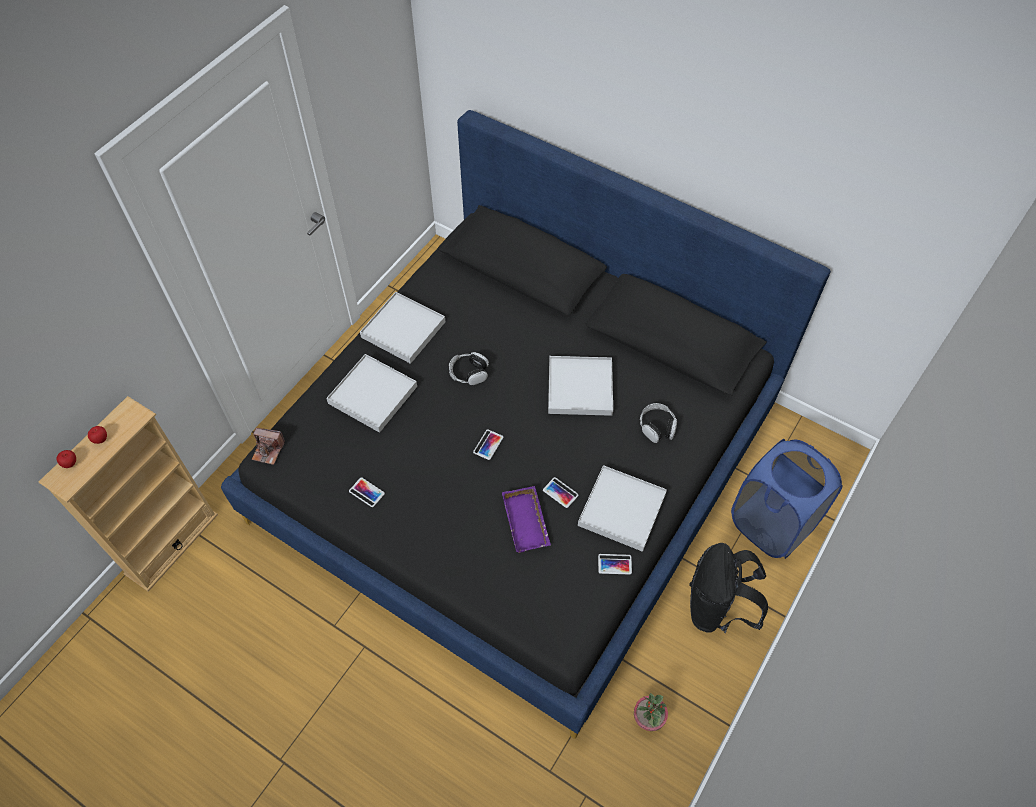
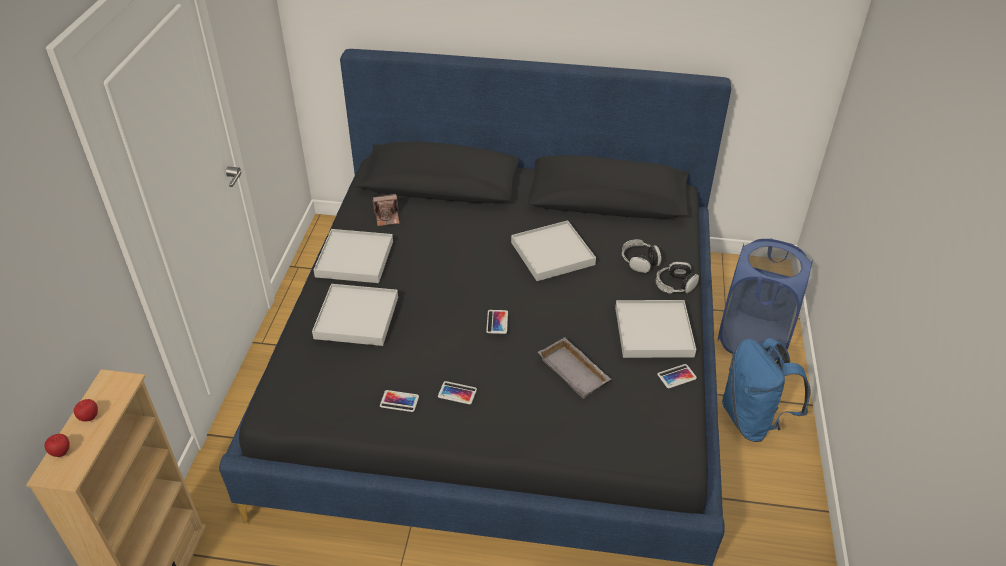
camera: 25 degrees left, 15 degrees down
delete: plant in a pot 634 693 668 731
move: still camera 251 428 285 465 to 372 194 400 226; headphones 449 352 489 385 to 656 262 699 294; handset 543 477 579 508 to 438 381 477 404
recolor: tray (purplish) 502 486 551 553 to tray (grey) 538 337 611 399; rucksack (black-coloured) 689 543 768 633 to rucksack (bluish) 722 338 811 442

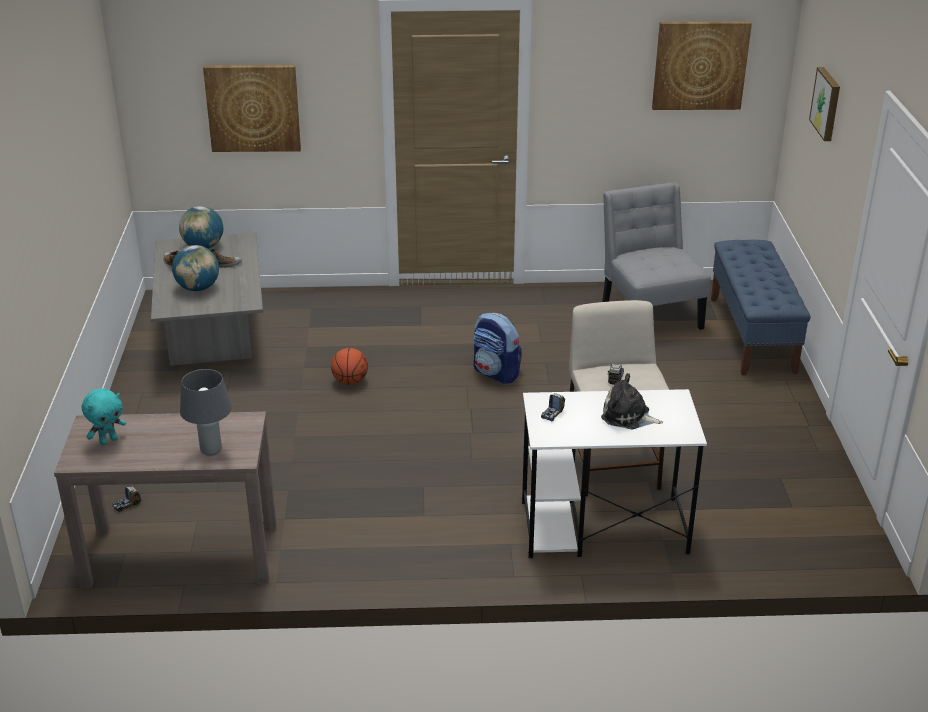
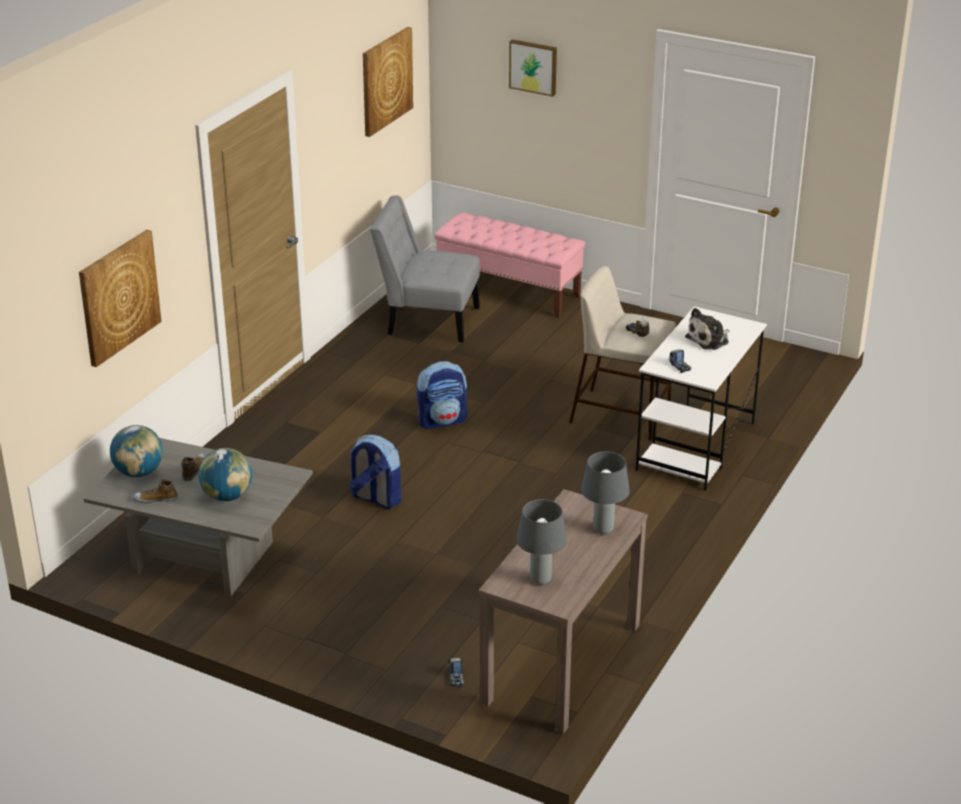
camera: 60 degrees left, 0 degrees up
replace: plush toy (blue-green) 82 388 126 445 to tabletop lamp (grey) 516 499 567 585; basketball ball 331 348 368 385 to rucksack 349 435 402 509
recolor: long seat (bluish) 711 240 811 375 to long seat (pink) 434 212 585 318

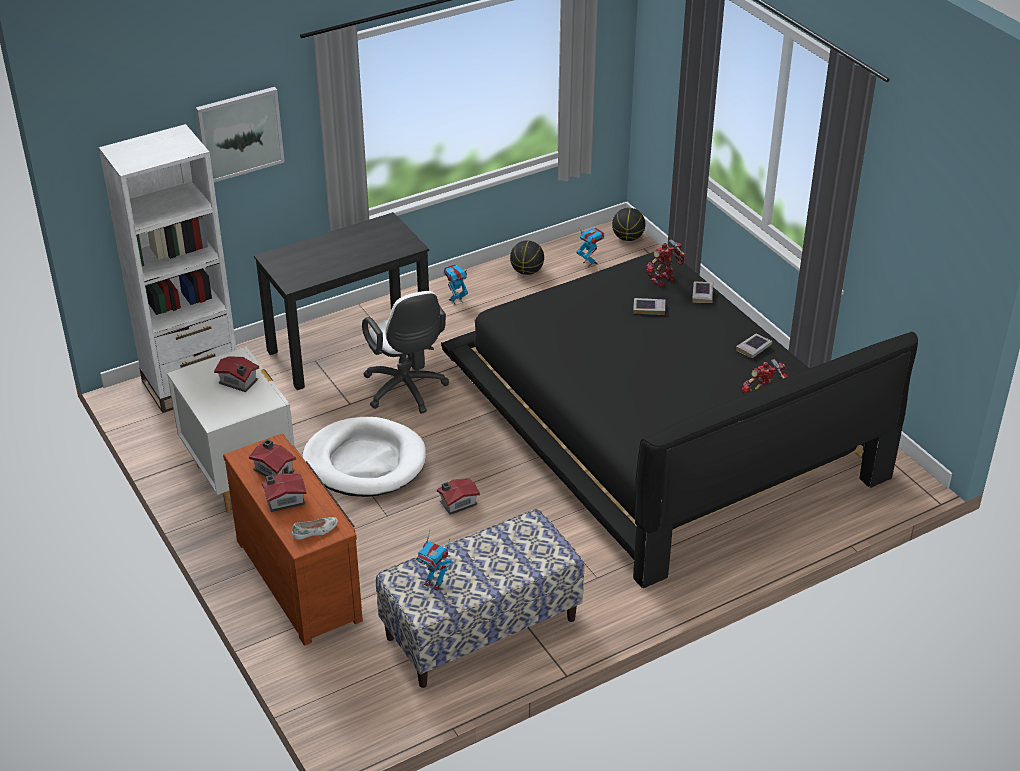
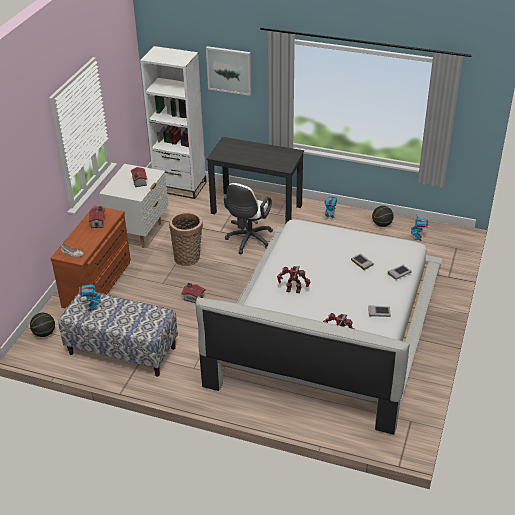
camera: 50 degrees right, 0 degrees up
delete: miniature house 262 473 307 512
move: basketball ball 612 208 645 241 to 30 313 55 337; toy robot 646 239 685 287 to 277 266 310 293
replace: pet bed (white) 302 417 426 497 to storage basket 169 212 203 266
recolor: bedroom bed (black-coloured) 441 252 918 588 to bedroom bed (white) 196 219 443 435

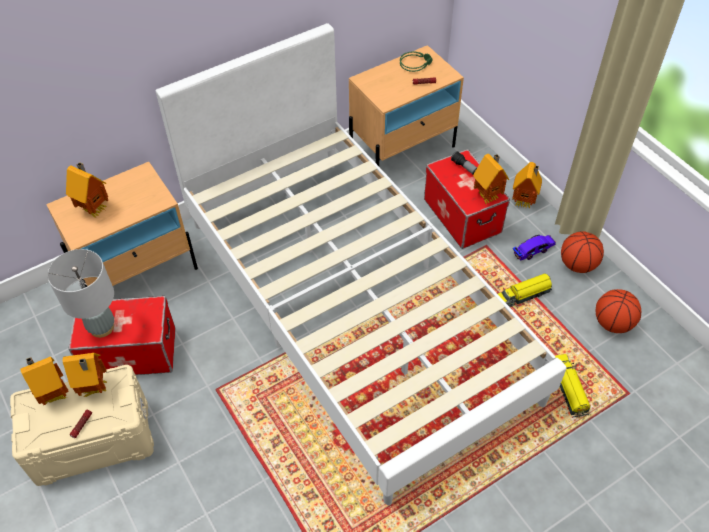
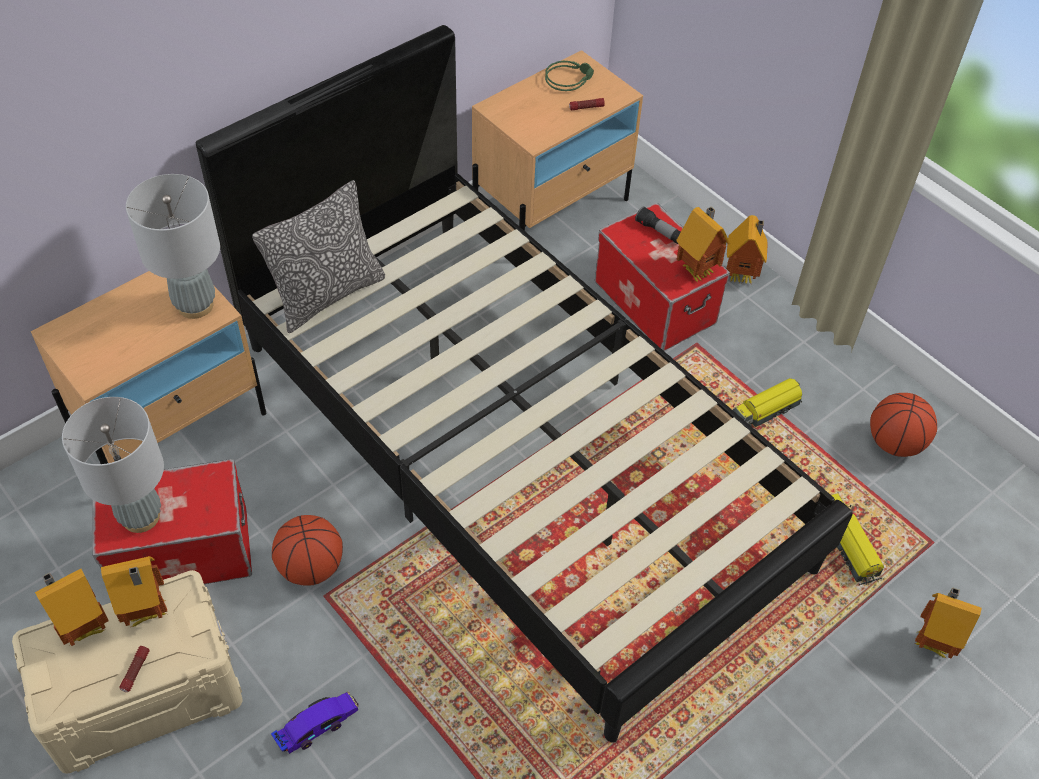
camera: 10 degrees left, 0 degrees up
insert: tabletop lamp (grey) 126 174 220 319; throw pillow 252 180 385 333
move: miniature house 66 162 109 217 to 915 587 981 658; miniature car 513 235 556 261 to 271 692 359 754; basketball ball 561 231 604 273 to 272 515 343 586
recolor: bedroom bed (white) 155 23 567 505 to bedroom bed (black-coloured) 196 25 852 743

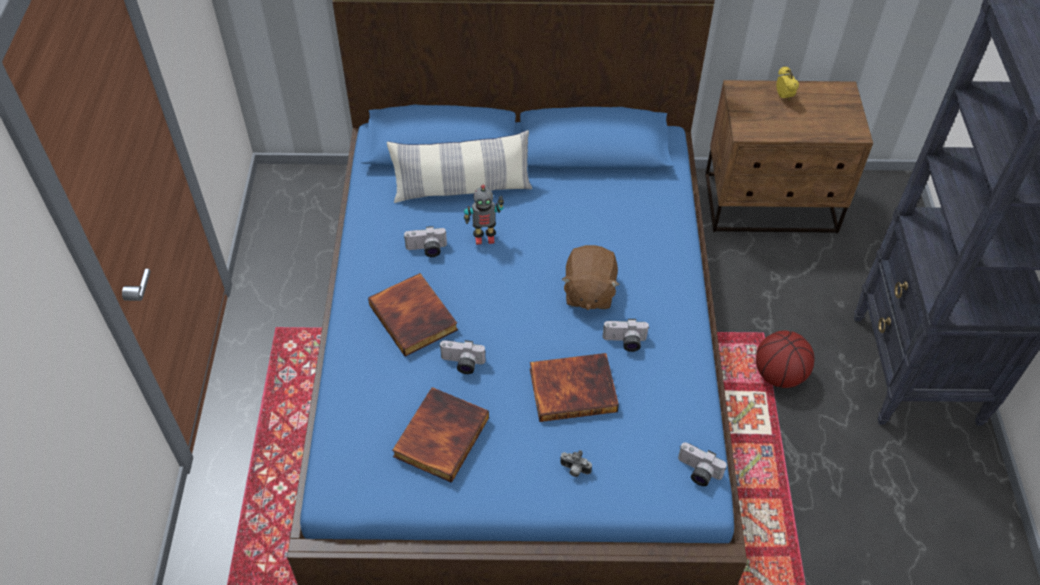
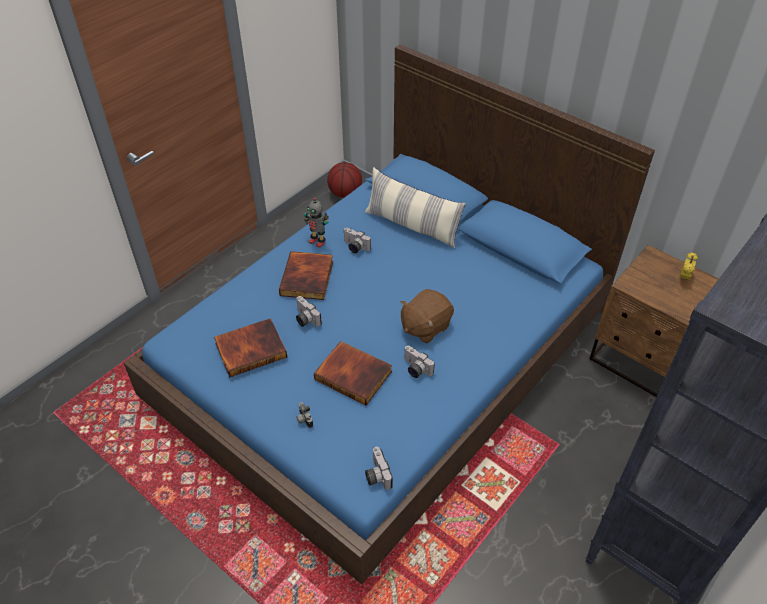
camera: 40 degrees right, 5 degrees down
move: toy robot 464 184 504 245 to 304 198 329 248; basketball ball 756 331 814 388 to 327 162 362 198

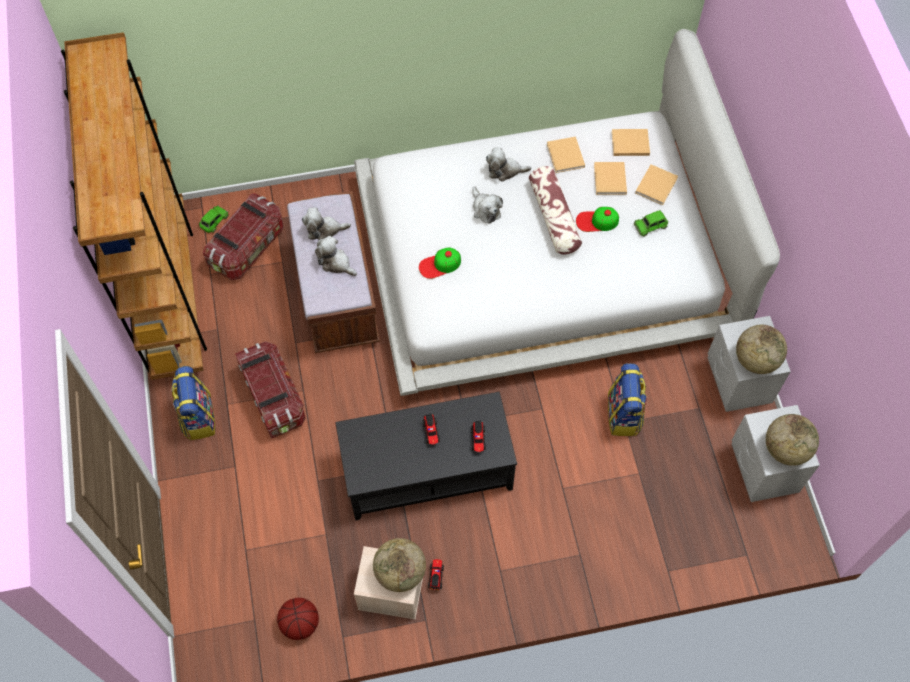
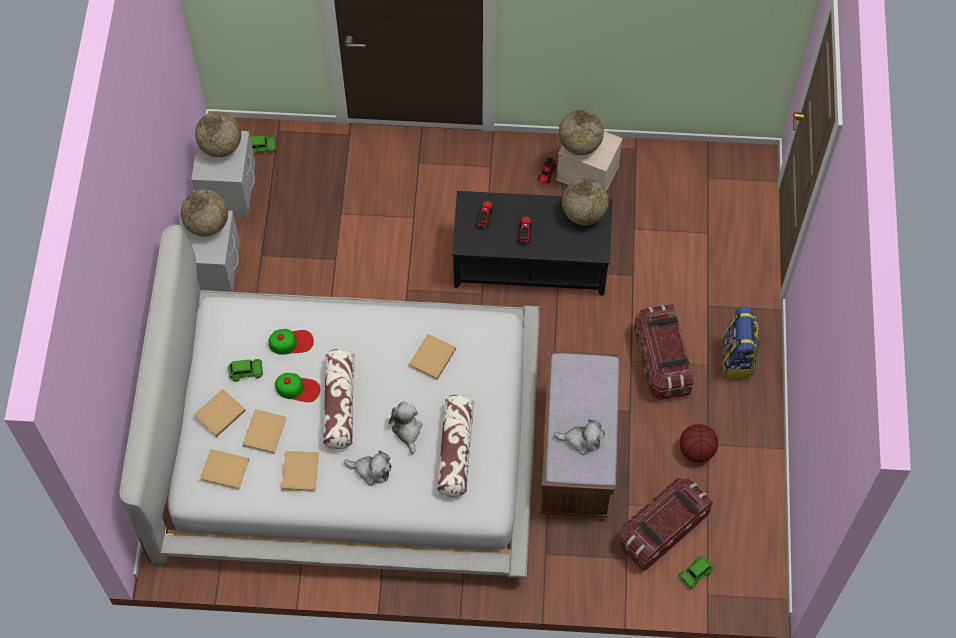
camera: 165 degrees left, 0 degrees up
delete: bookshelf (brownish) 61 32 207 380; plush toy 315 236 357 276; rucksack 608 363 647 436
insert: miniature car (greenish) 250 135 276 154; volume (sand-coloured) 409 334 456 380; throw pillow 436 395 474 497; desk globe 562 178 609 225
move: basketball ball 277 598 319 640 to 680 424 718 463; peaked cap 419 248 461 279 to 268 329 314 355

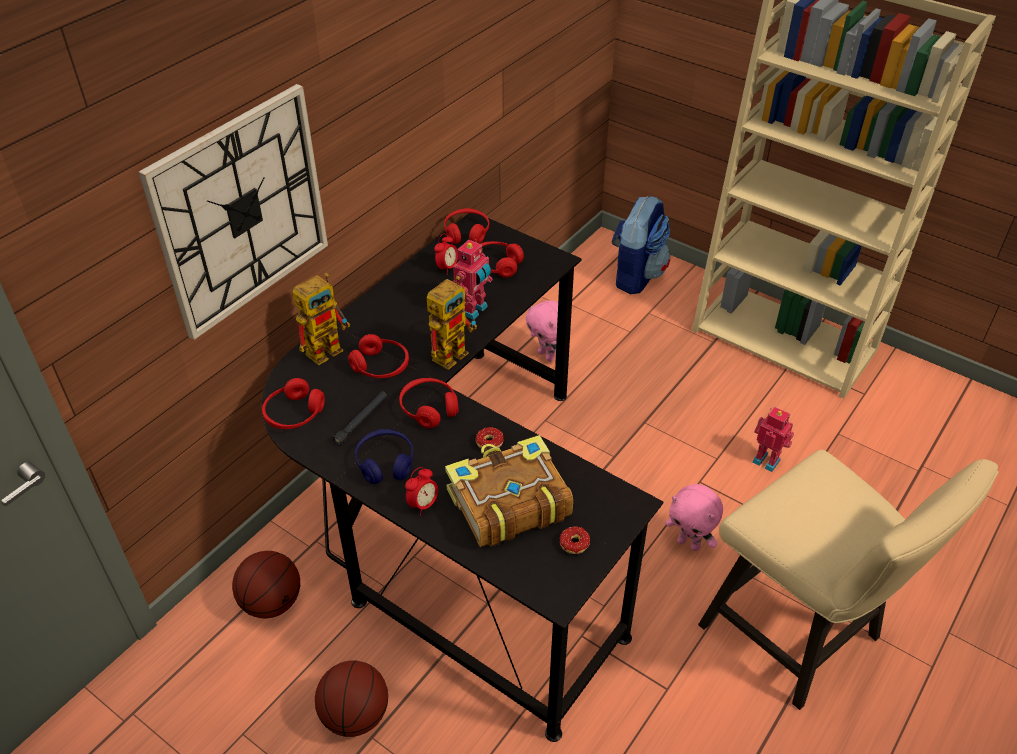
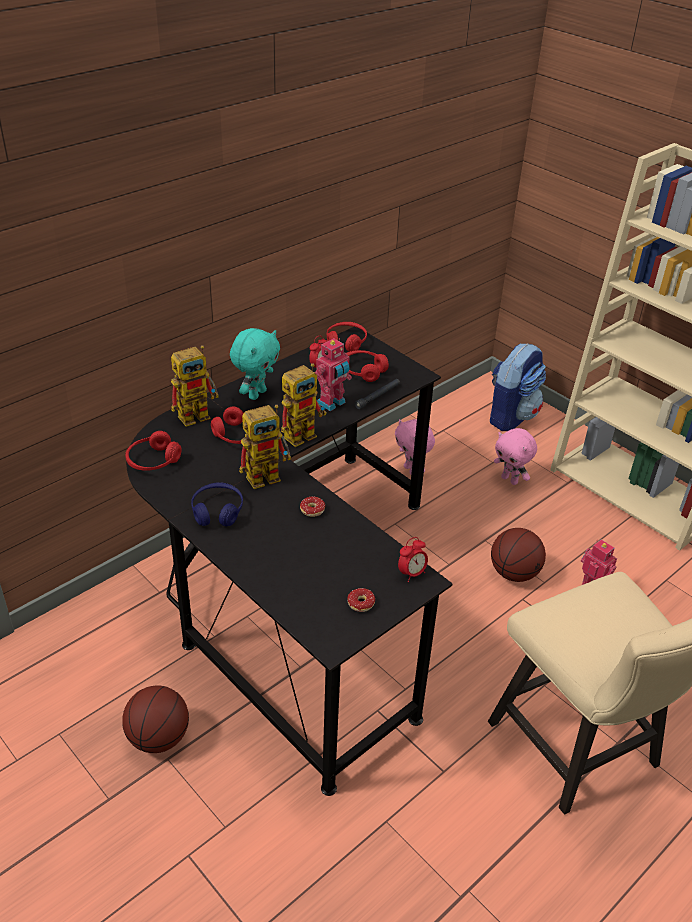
camera: 10 degrees right, 5 degrees down
delete: clock on the wall 139 84 328 340; volume 445 435 573 547
insert: plush toy (blue-green) 230 328 280 400
move: basketball ball 232 551 300 618 to 491 528 546 582; flashlight (black-coloured) 332 392 387 446 to 355 379 400 409; alarm clock 405 467 438 516 to 398 537 428 582; plush toy (pink) 665 484 723 551 to 494 428 537 485
replace: headphones (red-coloured) 399 378 459 428 to toy robot 239 405 291 489

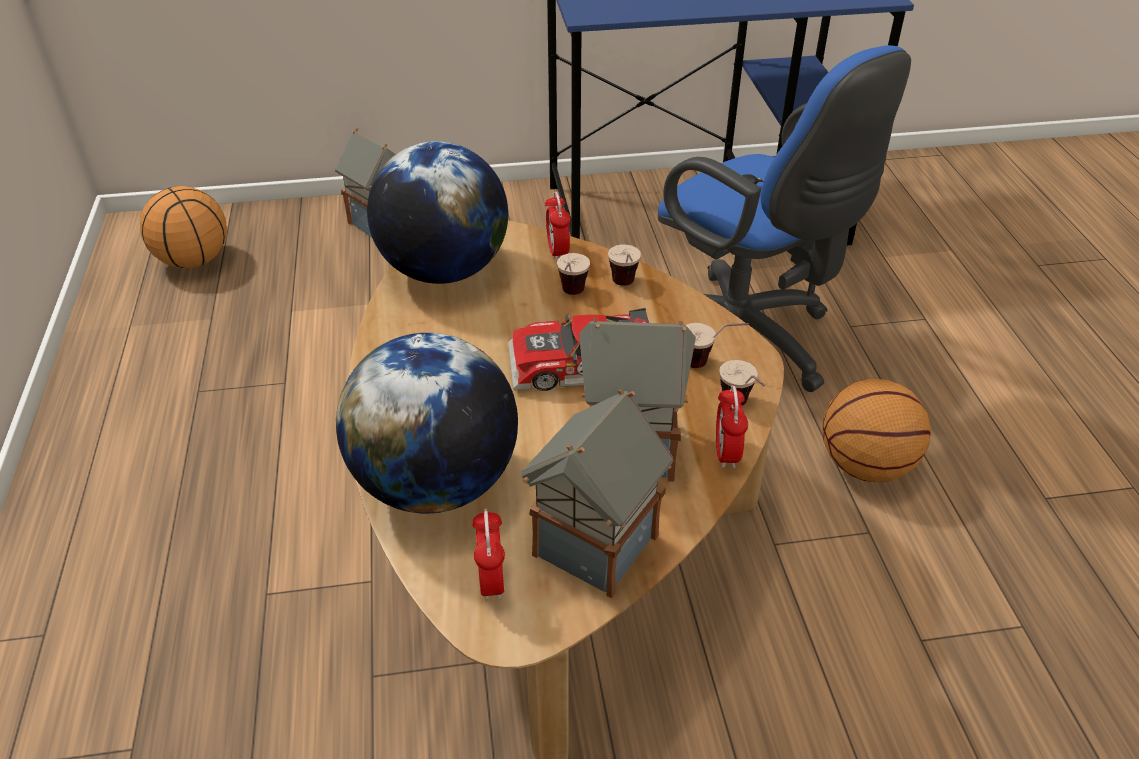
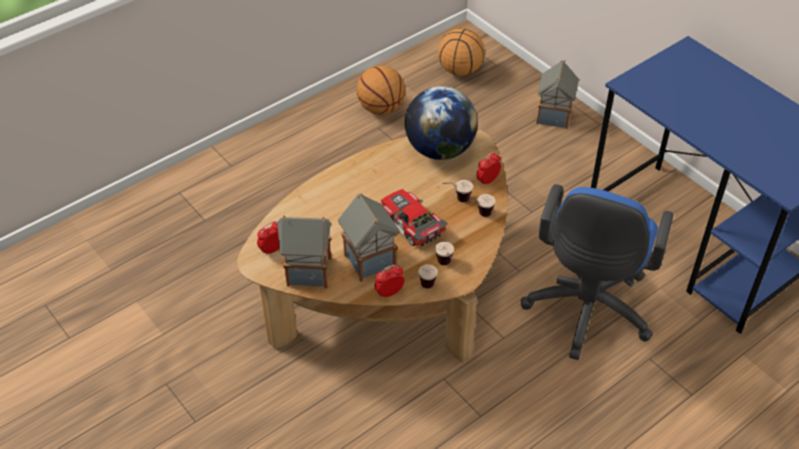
camera: 60 degrees right, 5 degrees up
delete: desk globe 336 333 518 514
move: basketball ball 822 379 931 482 to 357 66 405 115

